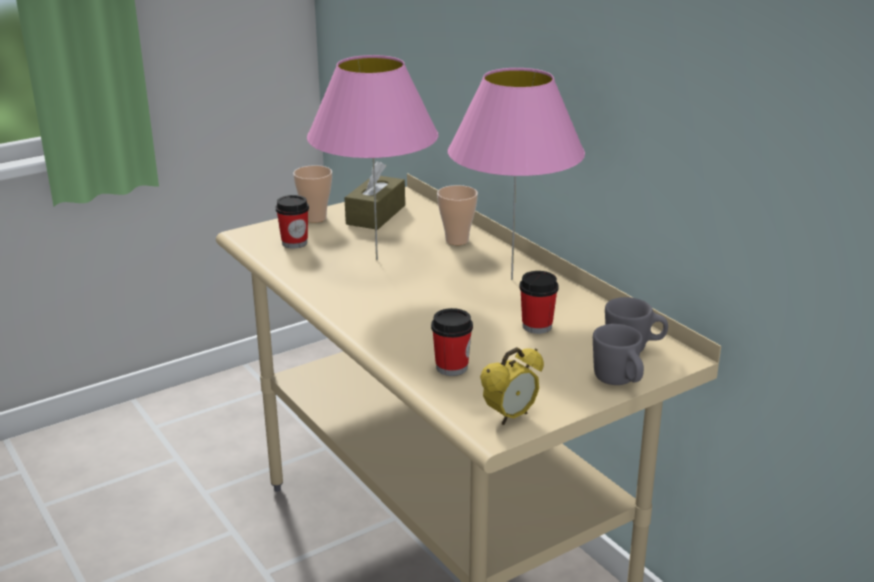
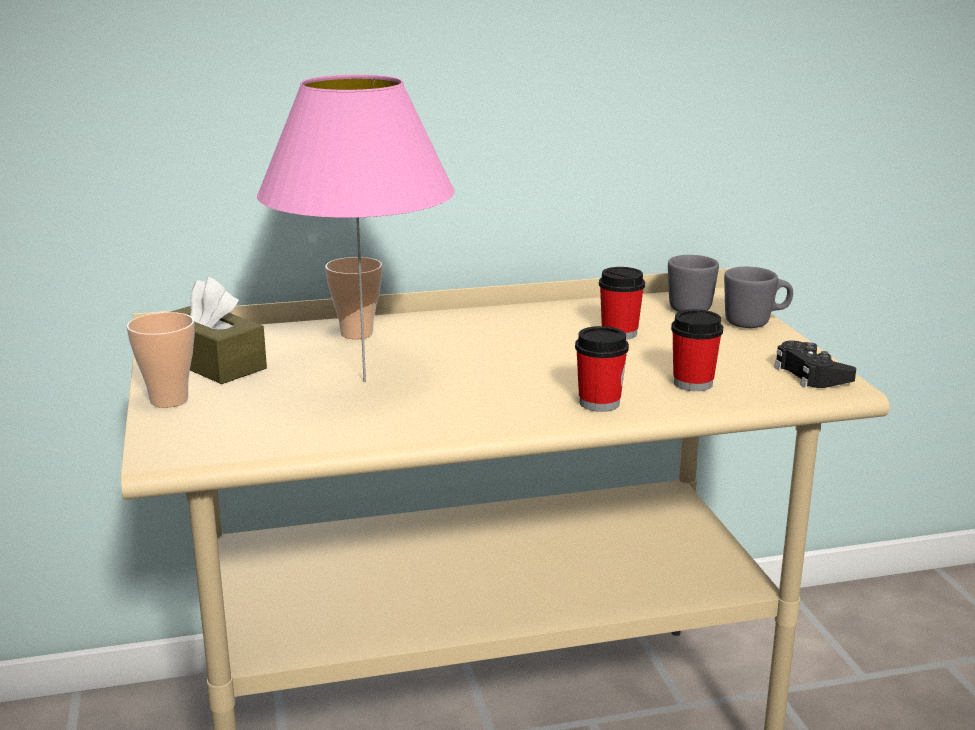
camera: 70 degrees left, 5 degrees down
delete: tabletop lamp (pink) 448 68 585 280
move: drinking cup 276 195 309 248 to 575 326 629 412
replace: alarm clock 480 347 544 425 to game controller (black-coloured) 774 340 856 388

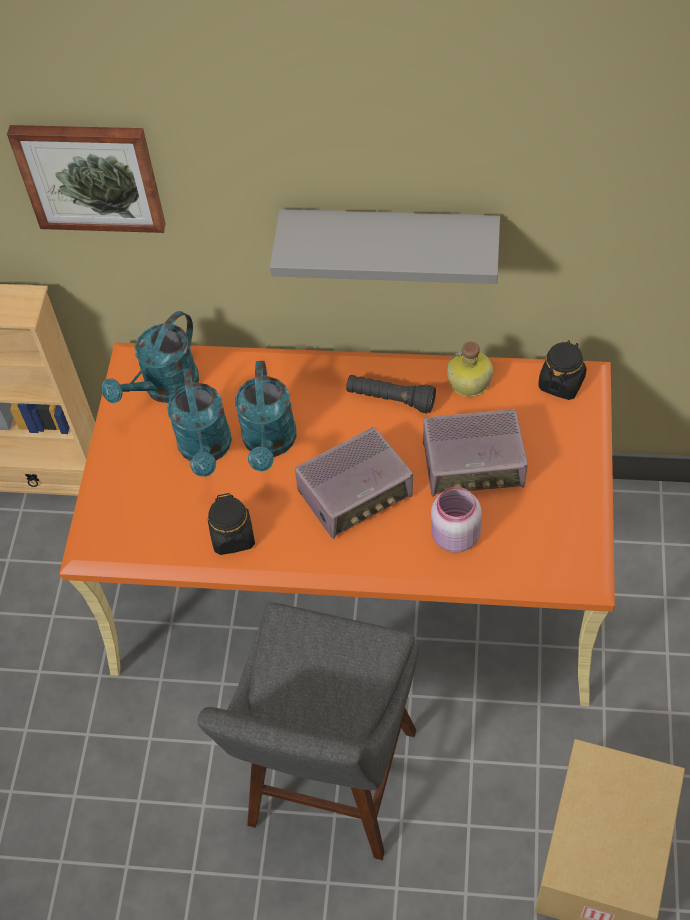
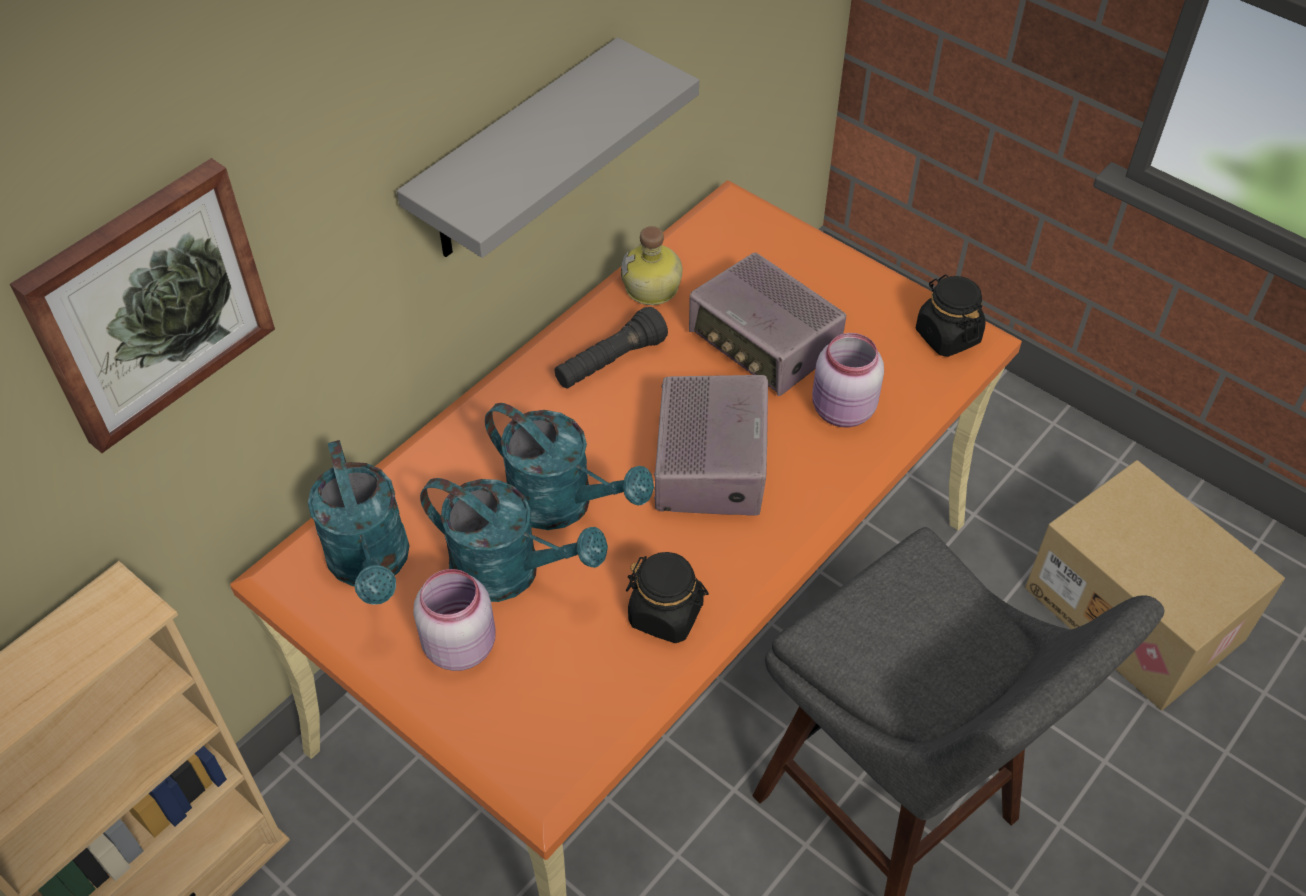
camera: 60 degrees left, 5 degrees down
insert: jar (pink) 413 569 496 671
move: jar (black-coloured) 538 340 587 400 to 916 275 985 357
rotate: radio 423 409 528 497 = 689 253 846 396 105 degrees clockwise

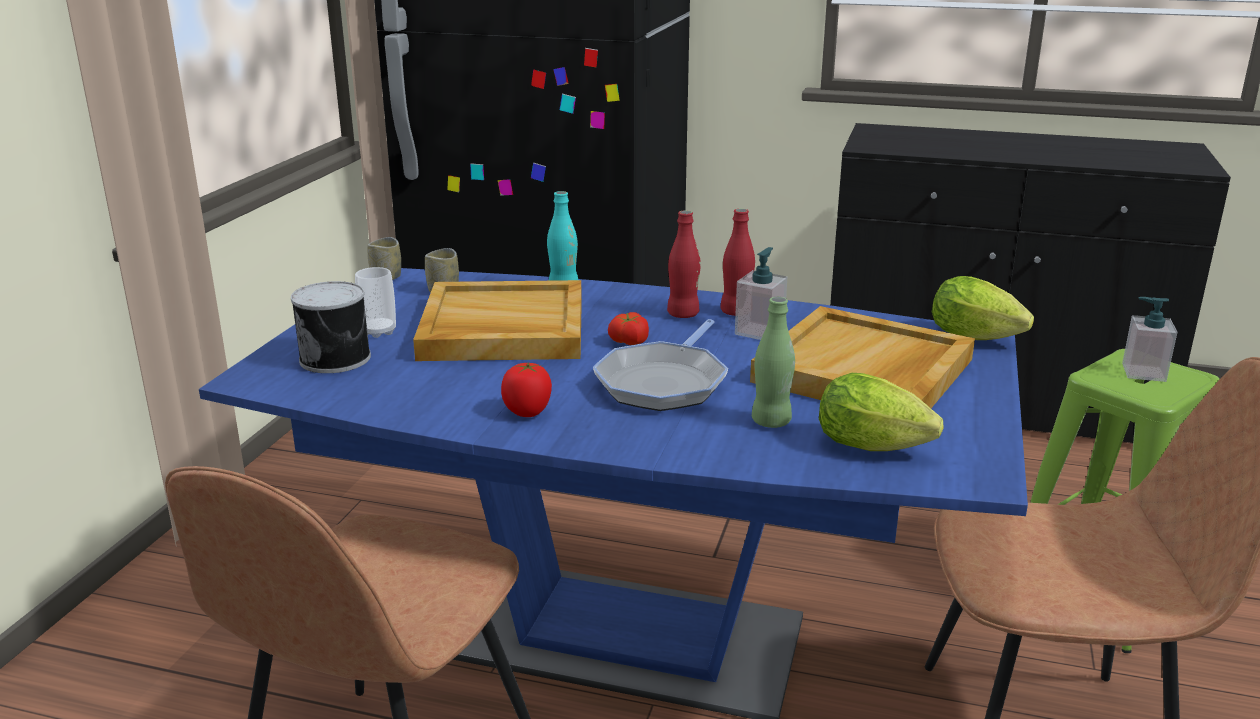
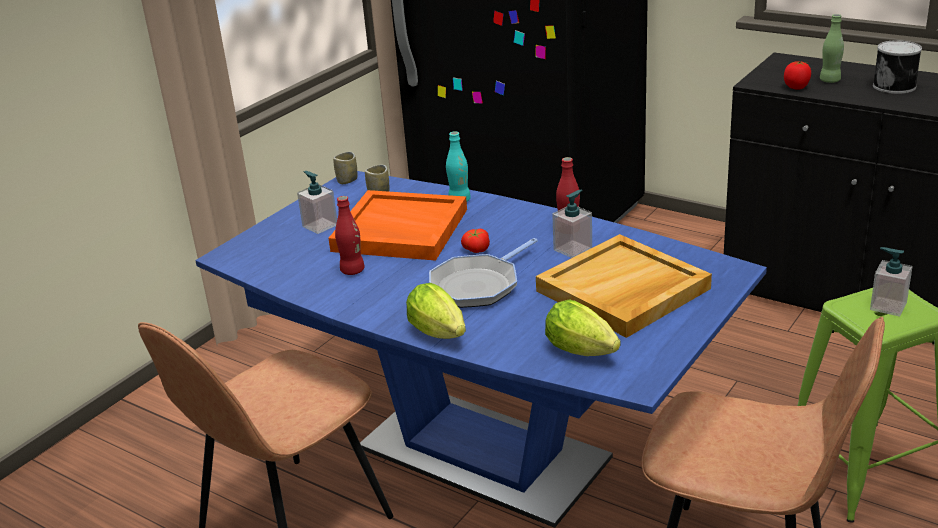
camera: 20 degrees right, 5 degrees up
move: sealed can 291 281 371 373 to 873 40 922 94; tomato 501 362 552 417 to 784 61 811 90; bottle (red-coloured) 667 210 701 318 to 335 196 365 275; bottle (greenish) 752 297 795 428 to 820 14 844 83; head of lettuce 932 276 1034 340 to 406 283 466 339
replace: drinking cup 355 267 396 338 to soap bottle 297 171 337 234
recolor: tray (sand-coloured) 413 280 582 361 to tray (orange-coloured) 328 190 467 261

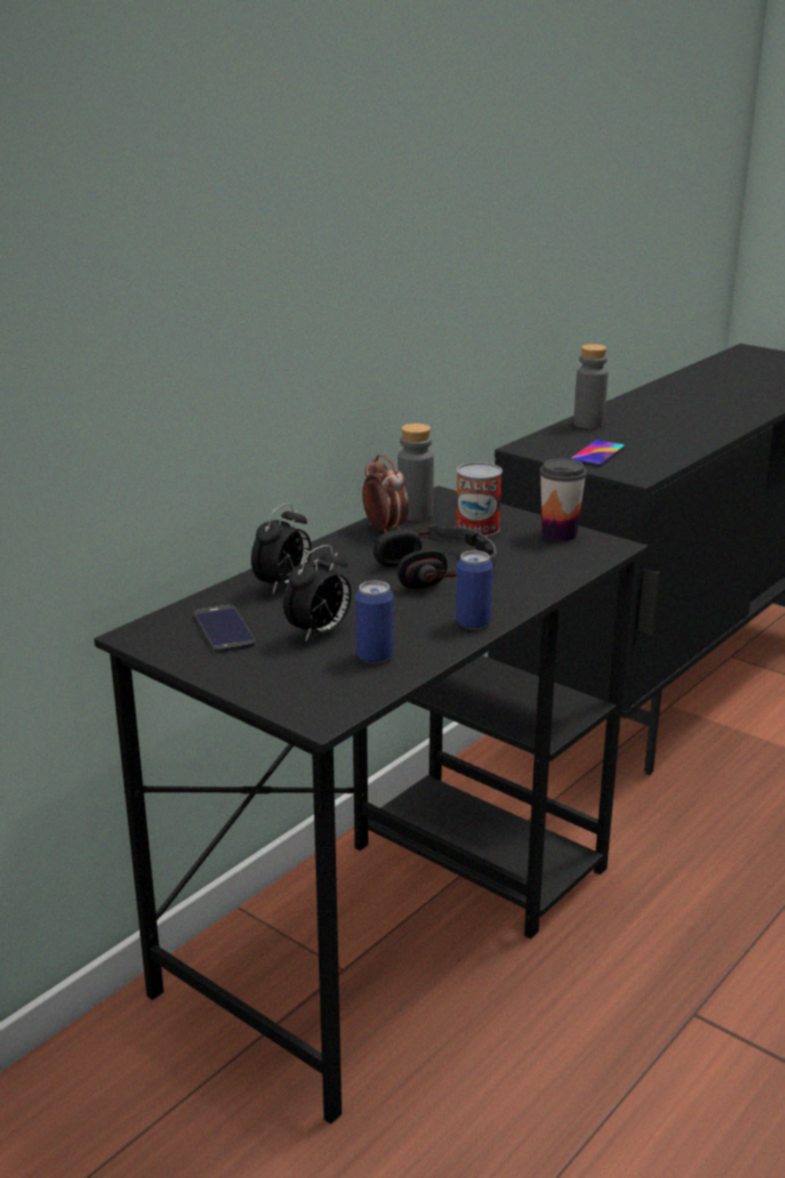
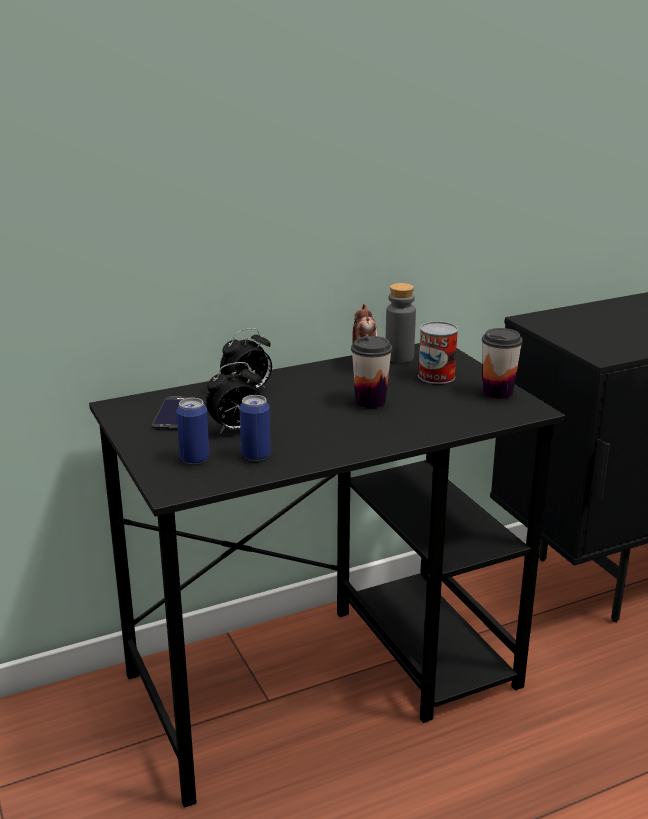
camera: 25 degrees right, 0 degrees up
delete: handset 570 440 625 466; bottle (grey) 574 344 608 429
move: sealed can 456 550 493 629 to 176 398 209 464
replace: headphones 373 524 497 589 to drinking cup 351 336 392 408

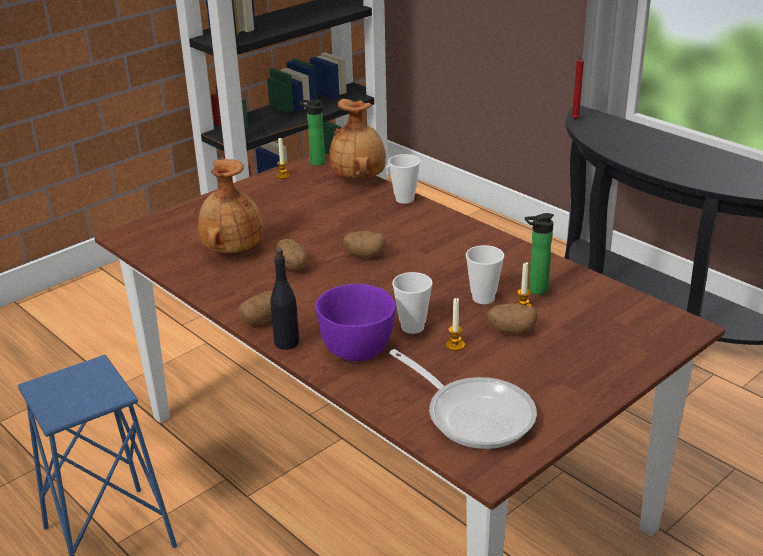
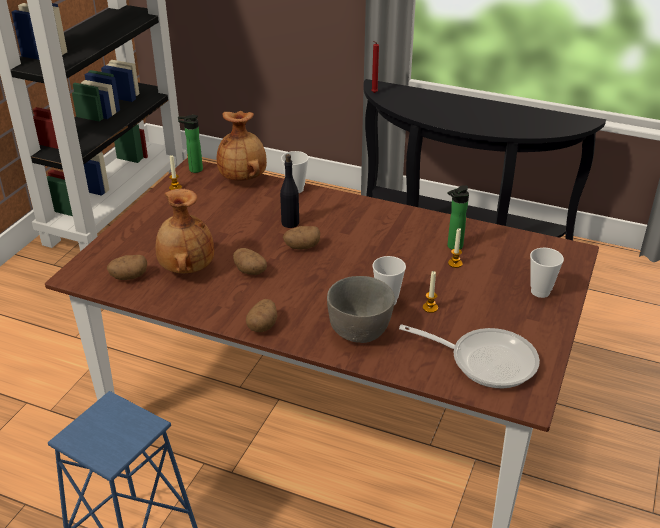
camera: 25 degrees left, 5 degrees up
move: bottle (black-coloured) 270 248 299 350 to 280 154 299 228; drinking cup 466 245 504 304 to 530 248 564 298; spud 487 303 538 334 to 107 255 147 280
recolor: bowl (purplish) 315 284 396 361 to bowl (grey) 327 276 395 343

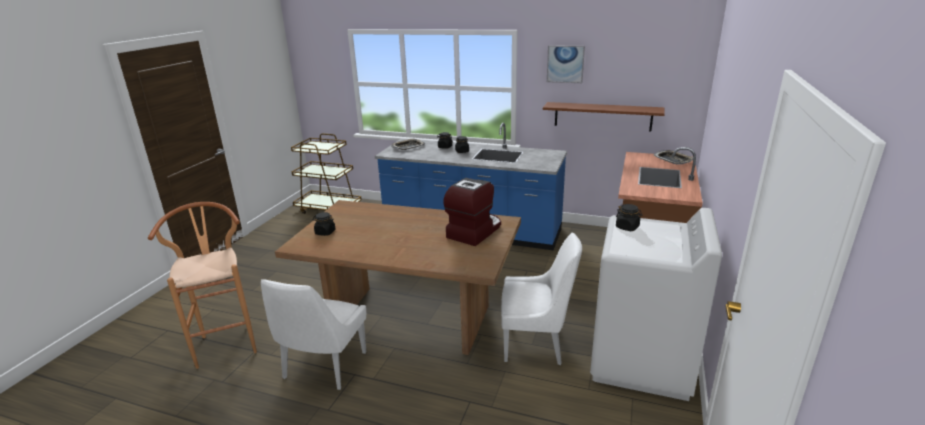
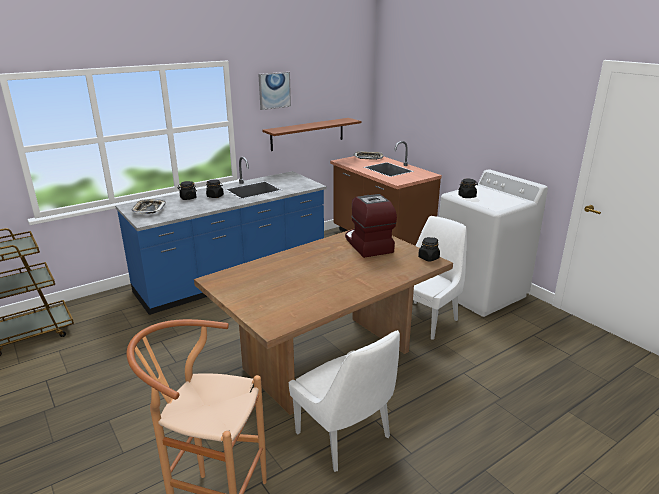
camera: 55 degrees left, 0 degrees up
move: jar (black-coloured) 313 212 335 236 to 418 237 440 262

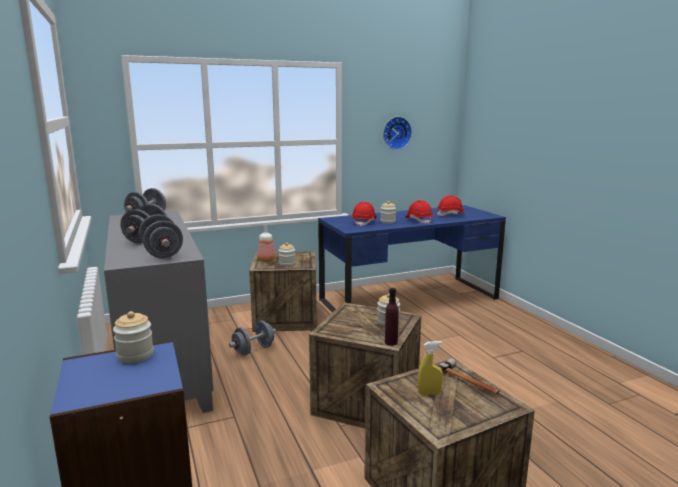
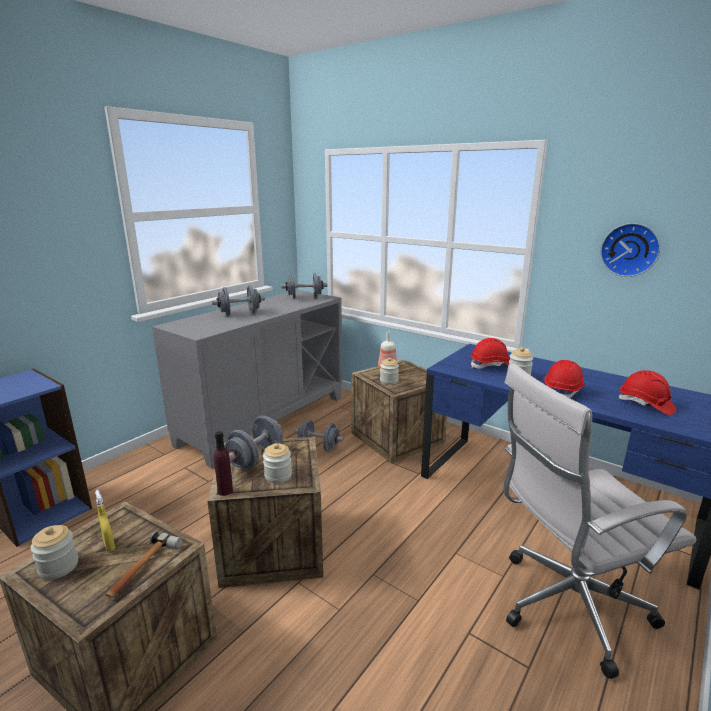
camera: 60 degrees right, 5 degrees up
insert: office chair (white) 504 363 696 679
move: jar 113 311 154 363 to 30 525 78 580; free weight (grey) 139 215 183 258 to 225 416 283 469

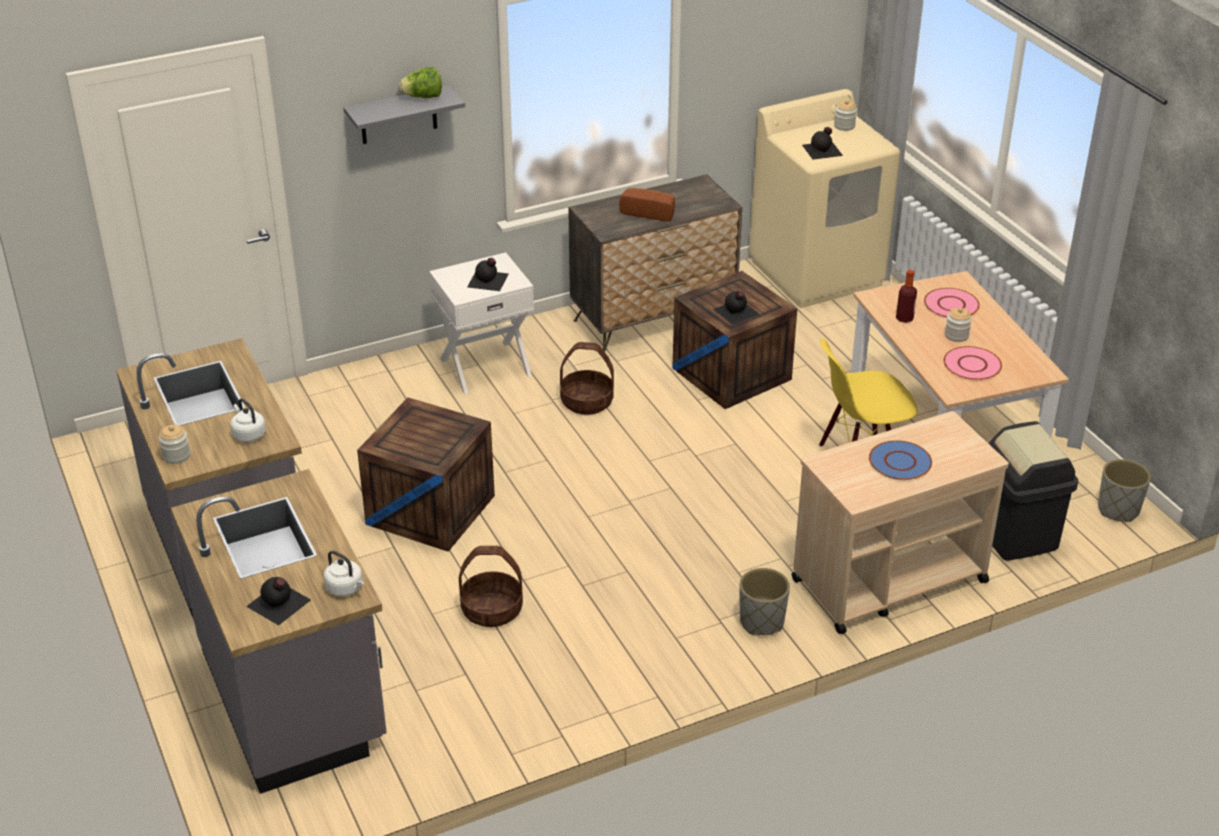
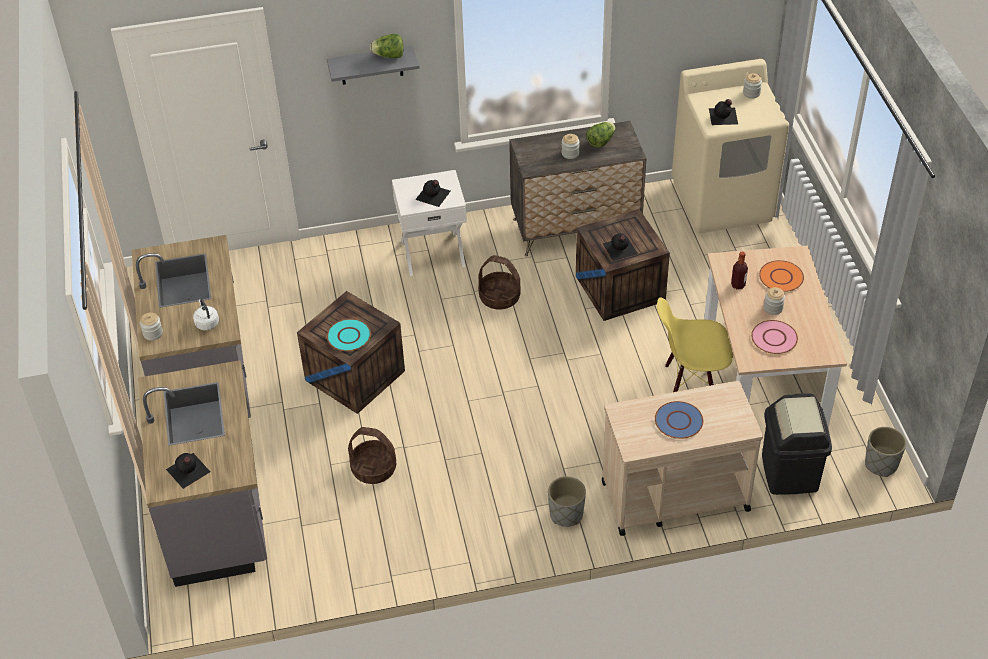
camera: 15 degrees right, 10 degrees up
delete: water kettle (white) 324 551 364 596
insert: flat dish (blue-green) 327 319 371 351; head of lettuce 586 122 616 148
replace: bakery bread 619 188 675 222 to jar 561 134 580 159
recolor: flat dish (pink) 924 288 980 318 to flat dish (orange-coloured) 759 260 804 292

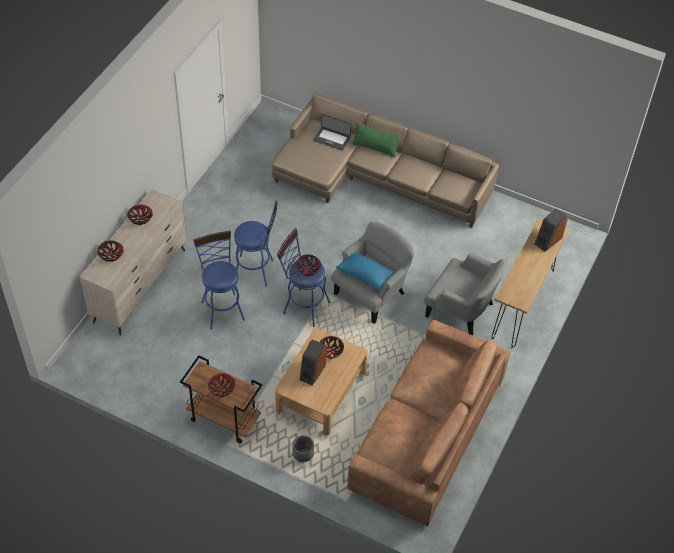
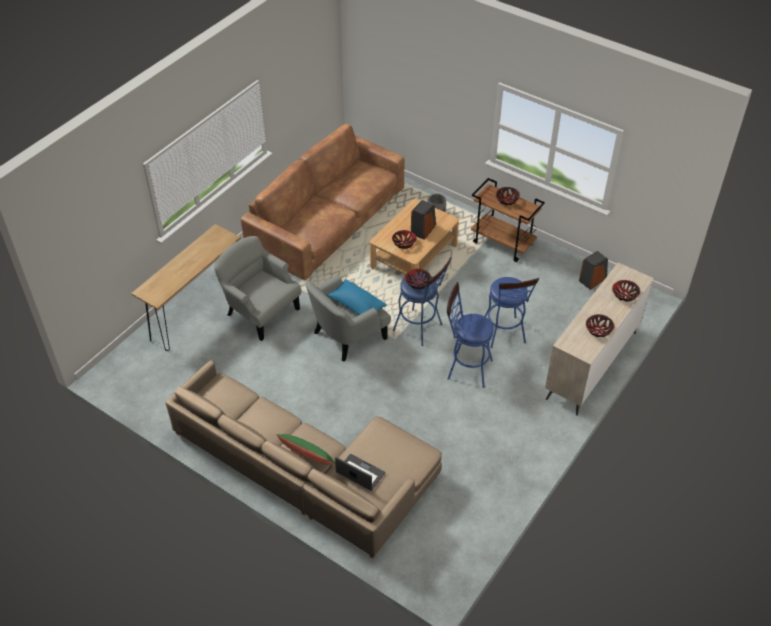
camera: 170 degrees left, 5 degrees down
move: loudspeaker 535 208 567 251 to 579 251 608 290

